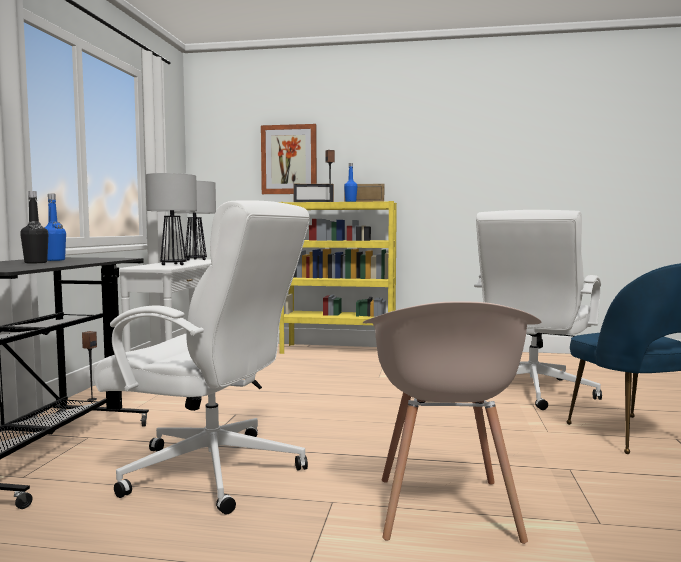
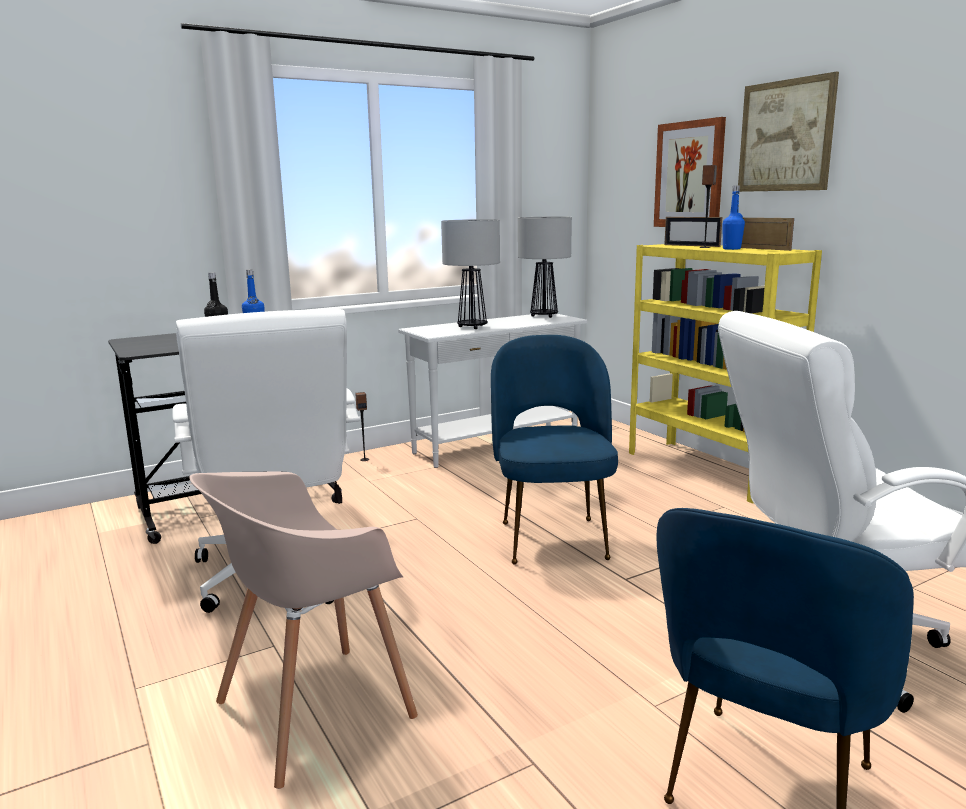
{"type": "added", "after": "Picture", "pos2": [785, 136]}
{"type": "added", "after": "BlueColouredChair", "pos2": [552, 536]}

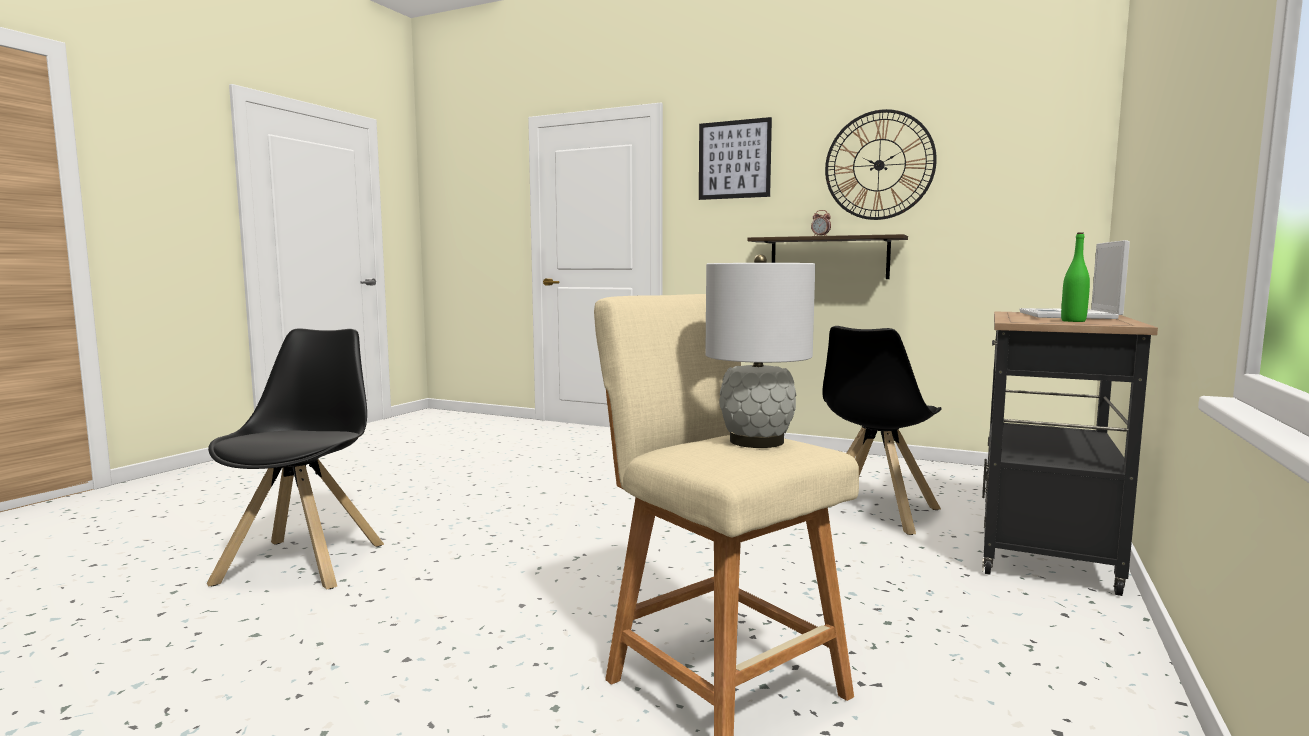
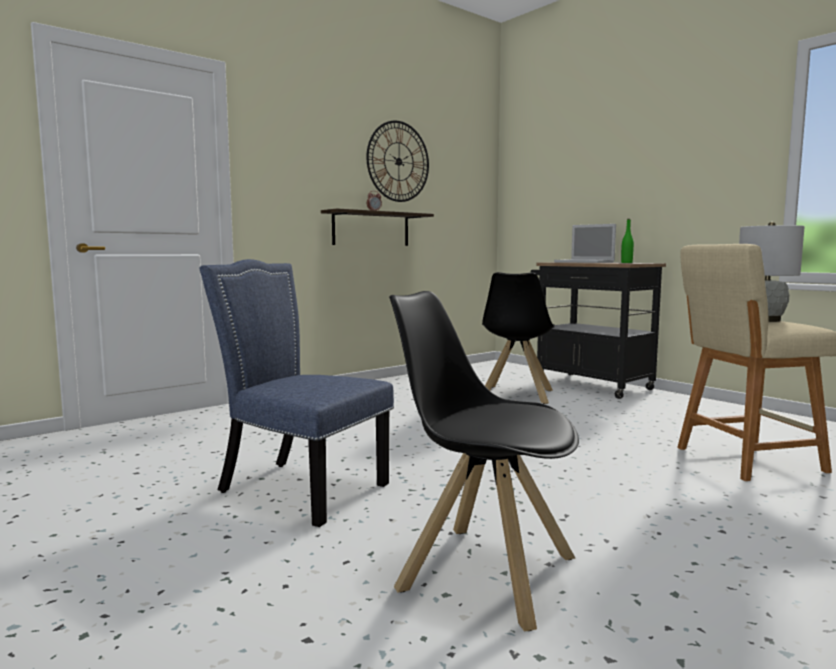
{"type": "removed", "before": "Picture", "pos1": [734, 159]}
{"type": "turned", "before": "BlackishChair", "pos1": [874, 512], "pos2": [516, 395], "turn": 45}
{"type": "added", "after": "BlueColouredChair", "pos2": [304, 490]}

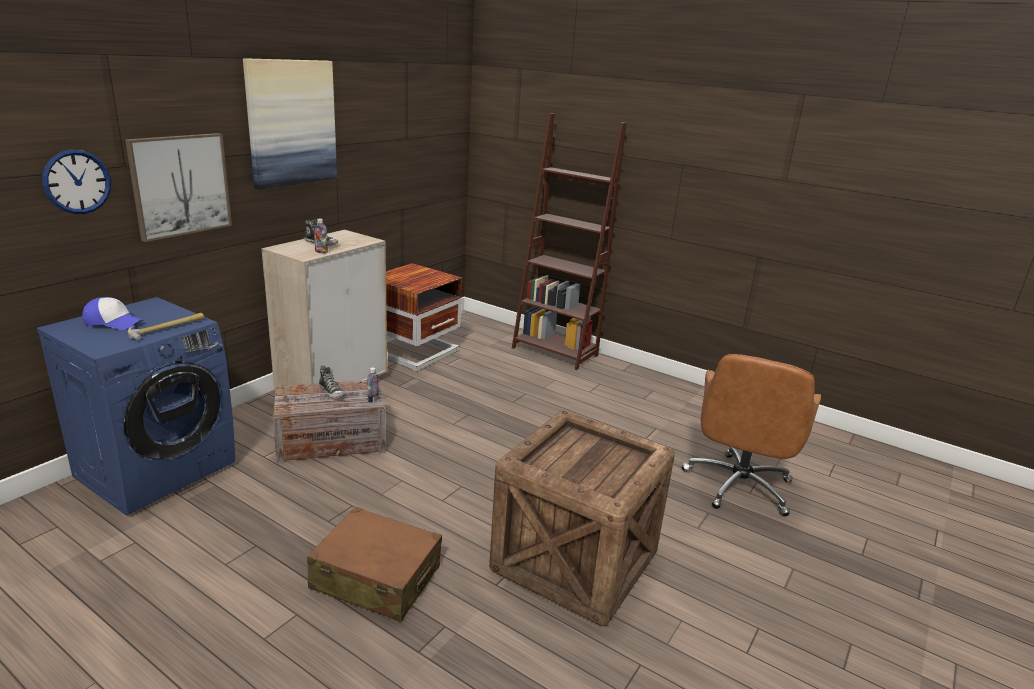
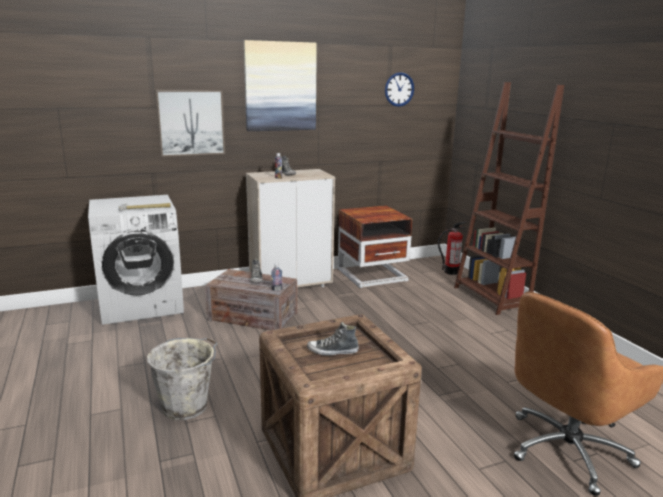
{"type": "moved", "before": "ClockOnTheWall", "pos1": [77, 182], "pos2": [399, 89]}
{"type": "recoloured", "before": "BlueColouredLaundryAppliance", "after": "WhiteColouredLaundryAppliance", "pos1": [157, 471], "pos2": [142, 307]}
{"type": "removed", "before": "BaseballCap", "pos1": [113, 322]}
{"type": "replaced", "before": "BrownPieceOfLuggage", "after": "GreyBucket", "pos1": [376, 578], "pos2": [187, 406]}
{"type": "added", "after": "FireFightingCylinder", "pos2": [451, 272]}
{"type": "added", "after": "LowShoe", "pos2": [332, 351]}

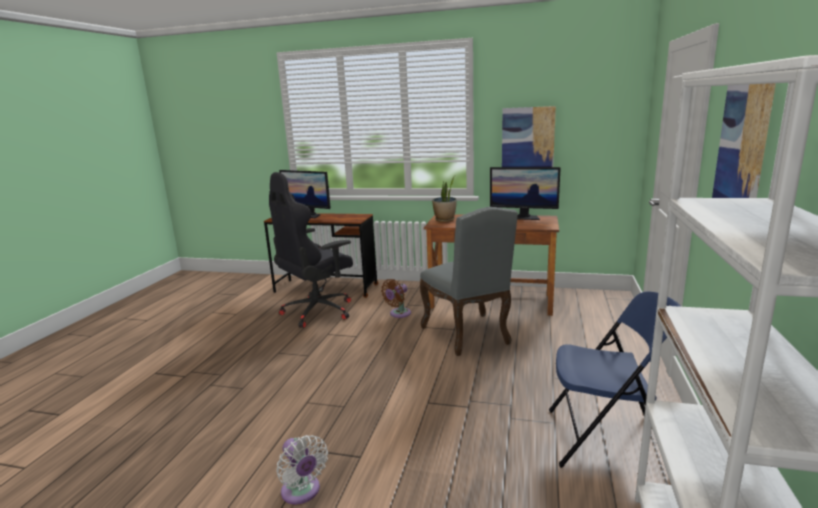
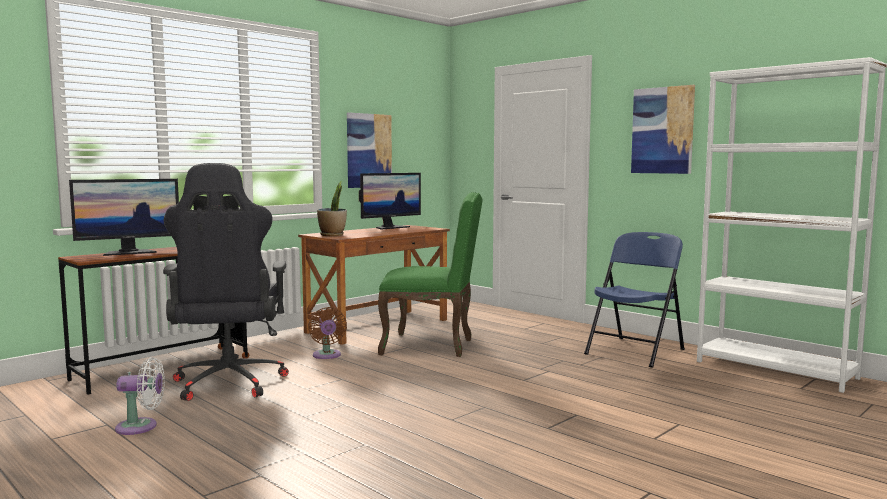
{"type": "recoloured", "before": "GreyChair", "after": "GreenChair", "pos1": [468, 335], "pos2": [430, 346]}
{"type": "moved", "before": "WhiteColouredCoolingFan", "pos1": [302, 492], "pos2": [141, 427]}

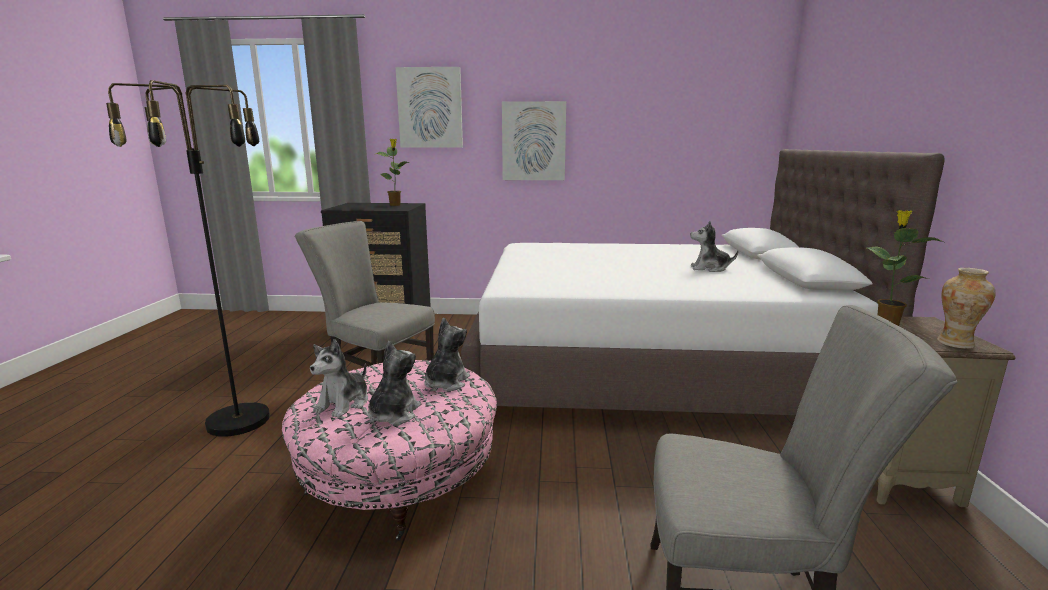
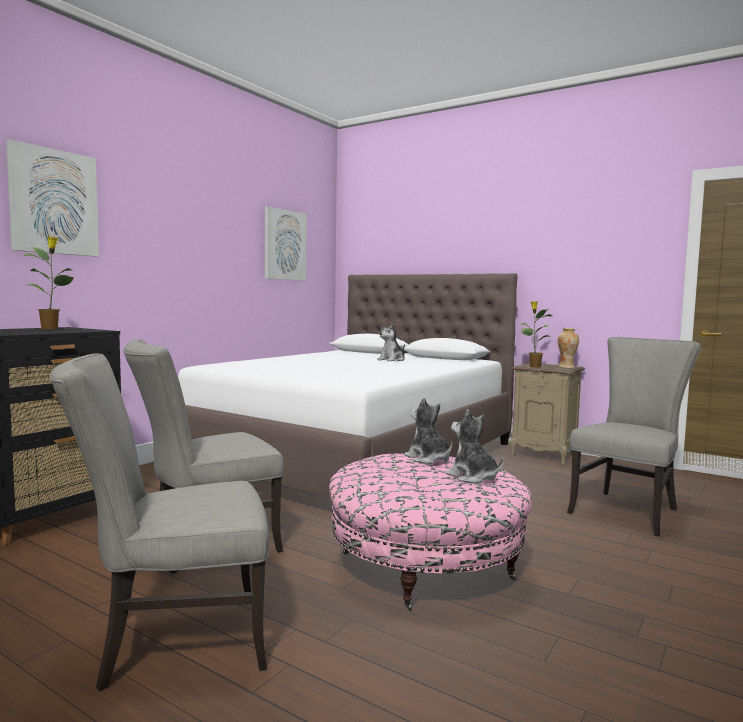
{"type": "replaced", "before": "StandardLamp", "after": "GreyChair", "pos1": [237, 422], "pos2": [171, 641]}
{"type": "moved", "before": "Picture", "pos1": [533, 141], "pos2": [284, 245]}
{"type": "removed", "before": "SoftToy", "pos1": [344, 404]}

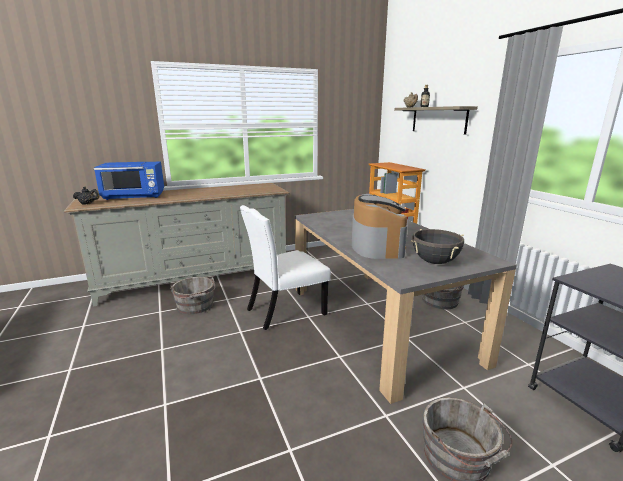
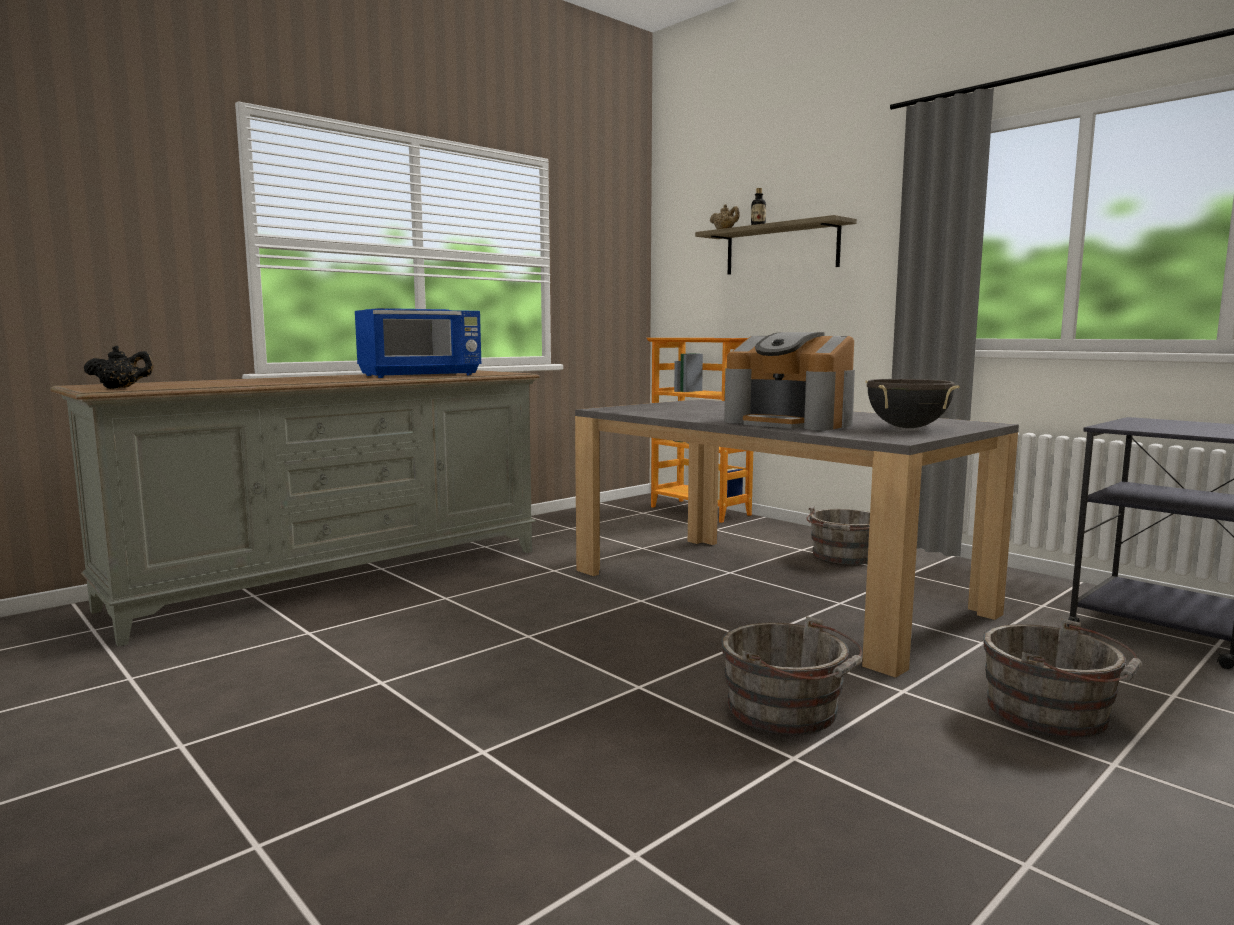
{"type": "moved", "before": "BlueColouredMicrowaveOven", "pos1": [135, 196], "pos2": [421, 375]}
{"type": "turned", "before": "CoffeeBrewer", "pos1": [377, 246], "pos2": [790, 423], "turn": 150}
{"type": "removed", "before": "WhiteColouredChair", "pos1": [287, 310]}
{"type": "moved", "before": "GreyBucket", "pos1": [195, 306], "pos2": [788, 711]}

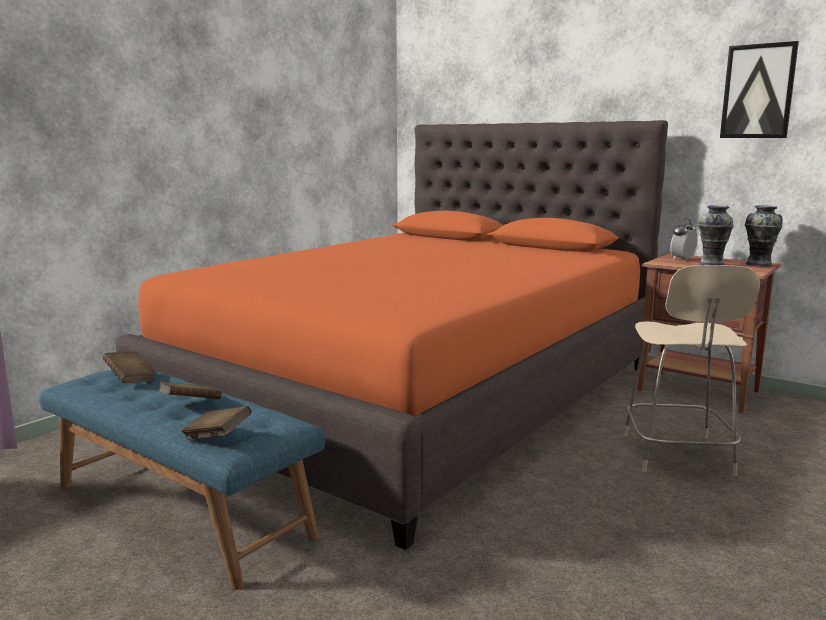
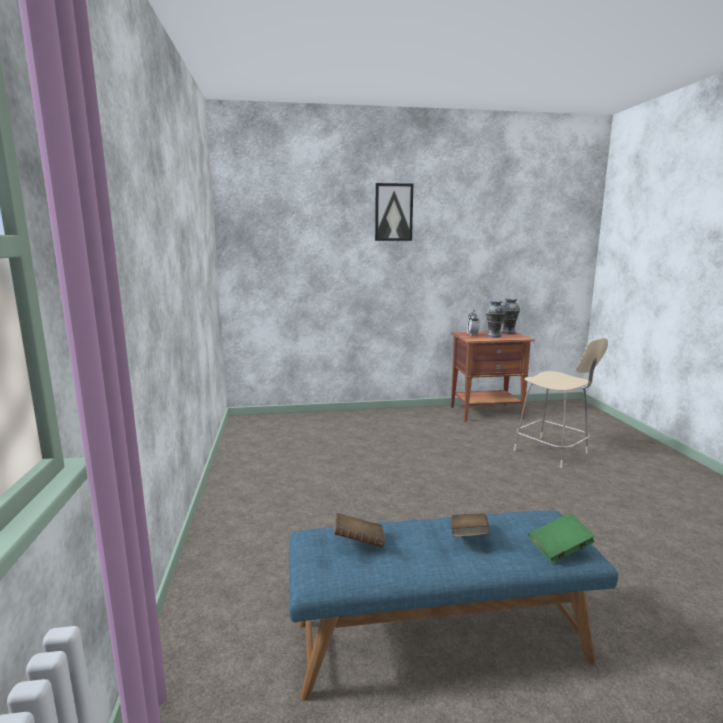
{"type": "moved", "before": "Picture", "pos1": [758, 91], "pos2": [393, 212]}
{"type": "removed", "before": "OrangeyBed", "pos1": [419, 396]}
{"type": "recoloured", "before": "BrownVolume", "after": "GreenVolume", "pos1": [217, 438], "pos2": [560, 549]}

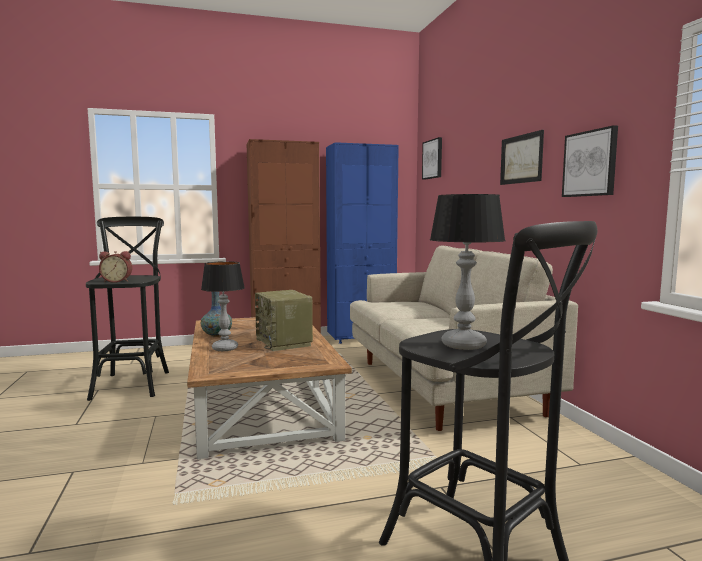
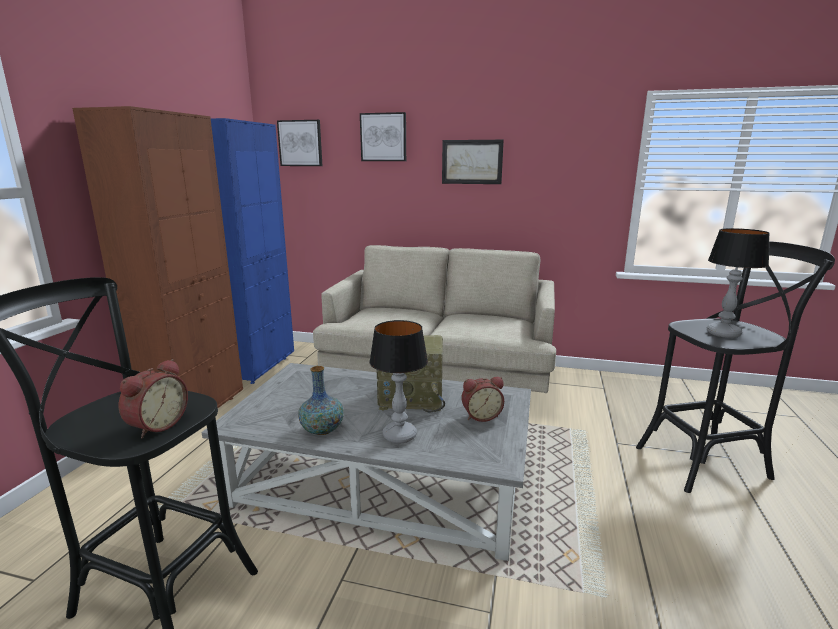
{"type": "moved", "before": "Picture", "pos1": [590, 163], "pos2": [383, 137]}
{"type": "recoloured", "before": "BrownLoungeTable", "after": "GreyLoungeTable", "pos1": [262, 403], "pos2": [384, 479]}
{"type": "added", "after": "TableClock", "pos2": [481, 416]}

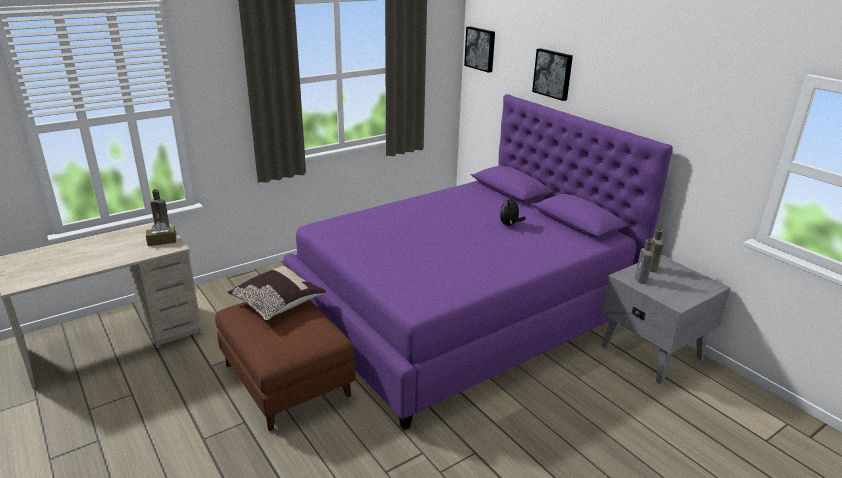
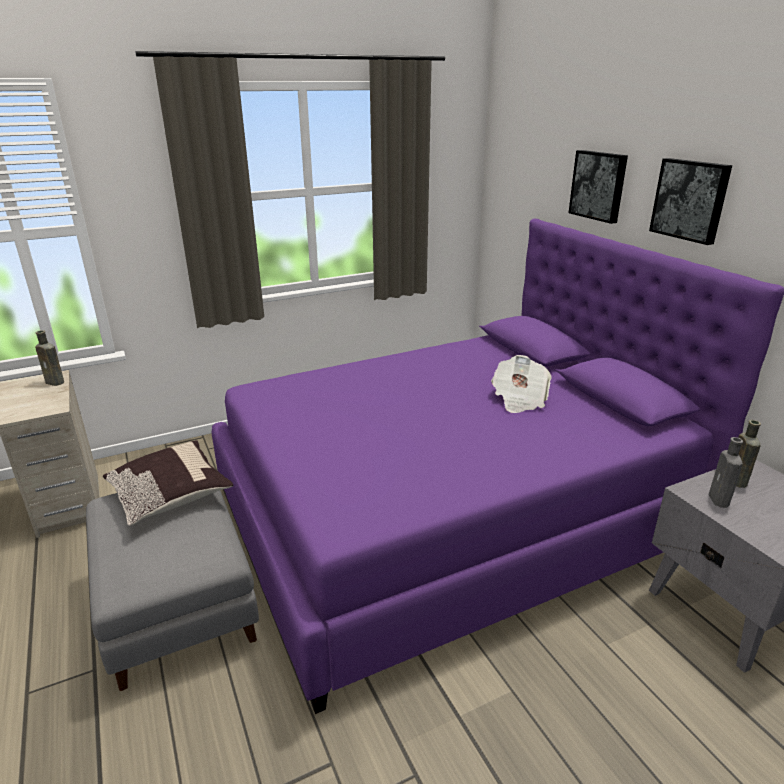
{"type": "moved", "before": "Picture", "pos1": [481, 49], "pos2": [690, 200]}
{"type": "replaced", "before": "SoftToy", "after": "DailyPaper", "pos1": [509, 225], "pos2": [519, 399]}
{"type": "removed", "before": "BrownBoxOfTissues", "pos1": [162, 241]}
{"type": "recoloured", "before": "BrownOttoman", "after": "GreyOttoman", "pos1": [288, 381], "pos2": [179, 606]}

